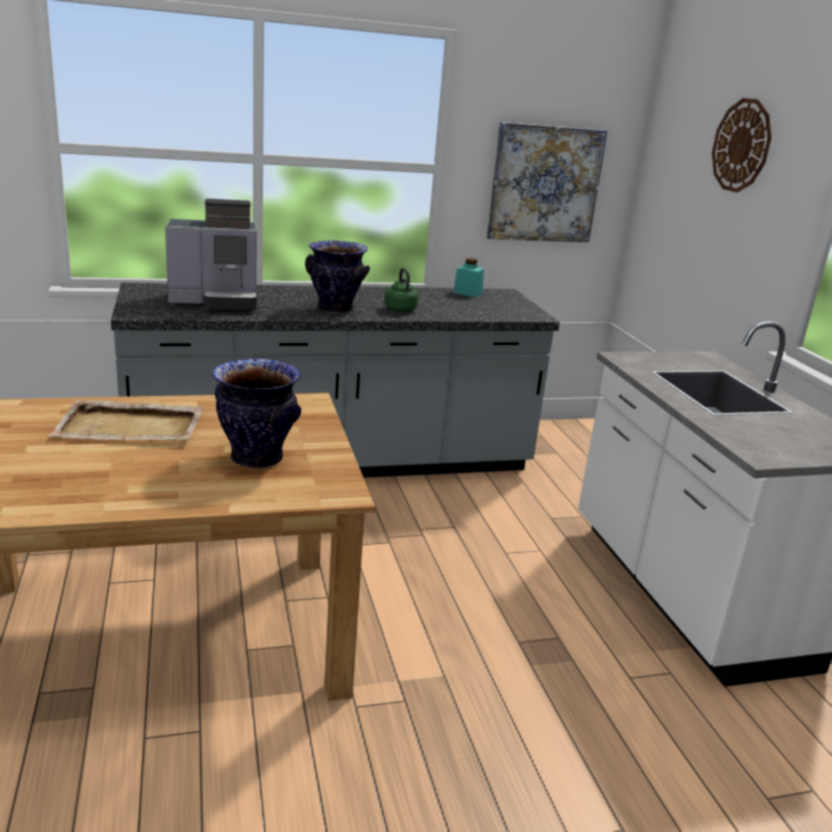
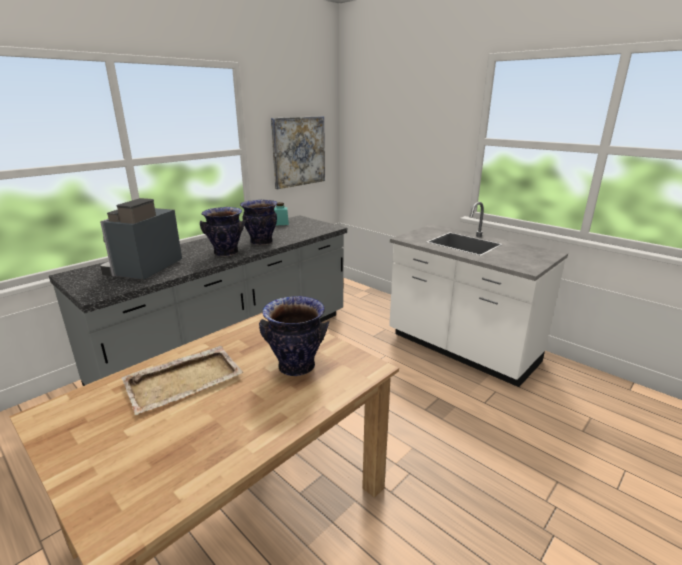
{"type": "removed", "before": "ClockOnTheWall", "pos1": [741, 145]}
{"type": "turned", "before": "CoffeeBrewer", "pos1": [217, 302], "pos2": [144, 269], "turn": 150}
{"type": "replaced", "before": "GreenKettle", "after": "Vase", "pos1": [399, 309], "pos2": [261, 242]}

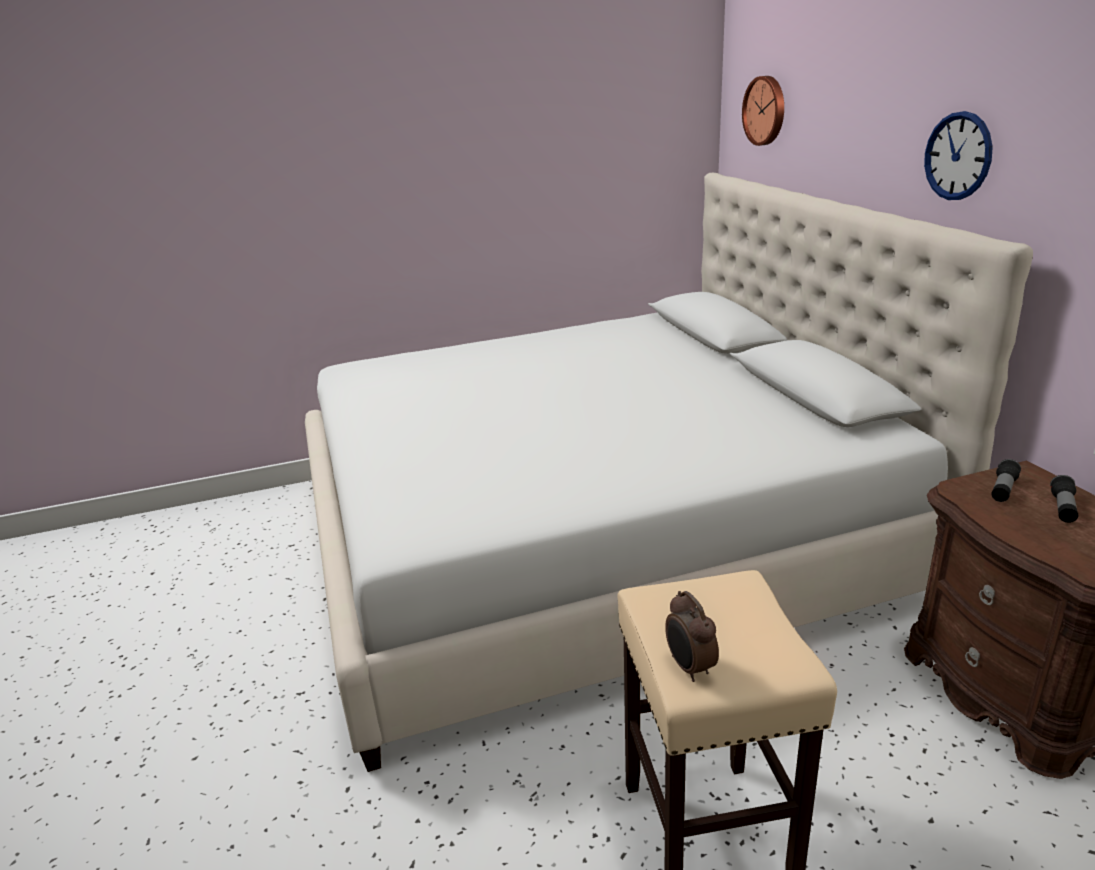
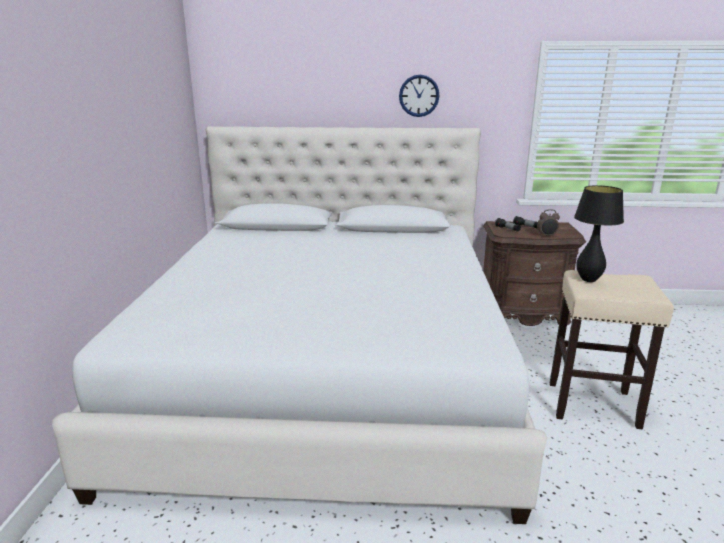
{"type": "removed", "before": "ClockOnTheWall", "pos1": [765, 110]}
{"type": "moved", "before": "TableClock", "pos1": [689, 668], "pos2": [546, 236]}
{"type": "added", "after": "BlackishTableLamp", "pos2": [588, 280]}

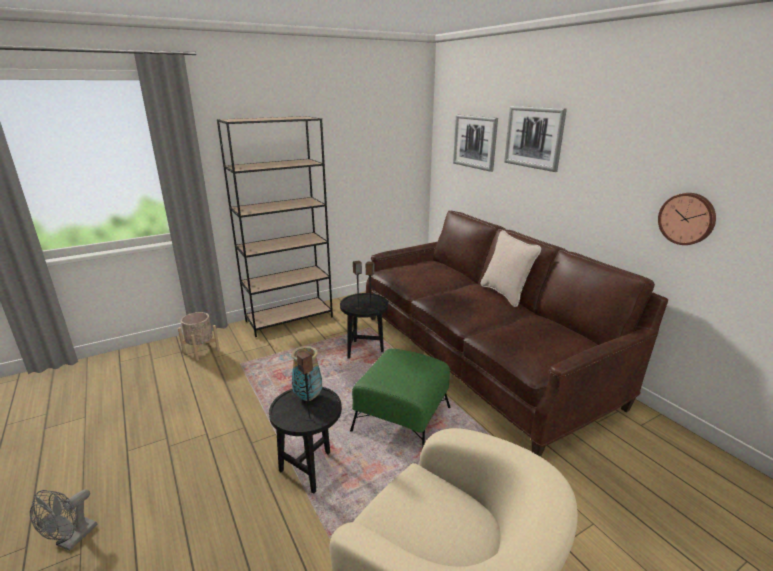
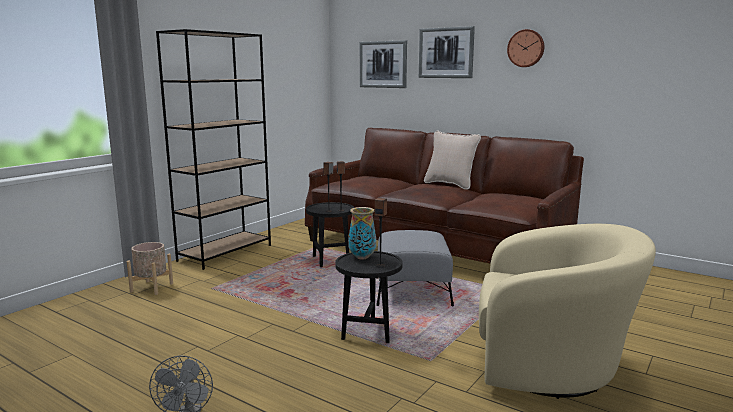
{"type": "moved", "before": "ClockOnTheWall", "pos1": [687, 218], "pos2": [526, 48]}
{"type": "recoloured", "before": "GreenOttoman", "after": "GreyOttoman", "pos1": [401, 419], "pos2": [412, 292]}

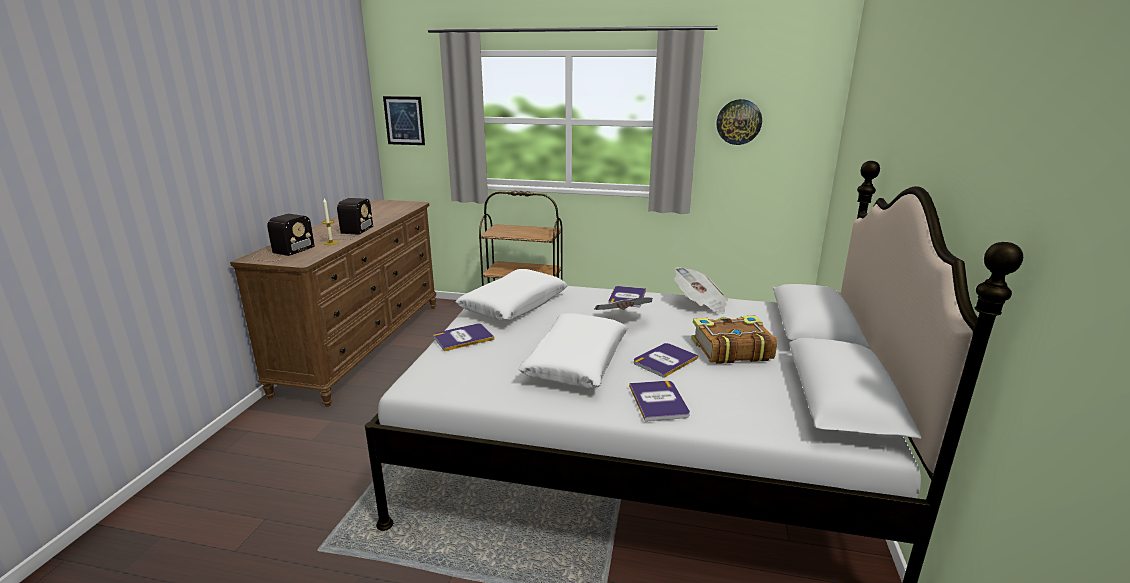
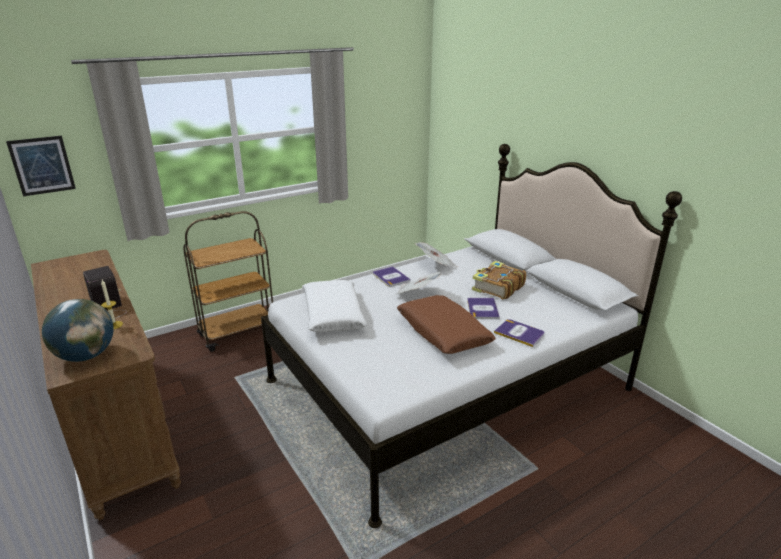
{"type": "removed", "before": "ClockOnTheWall", "pos1": [739, 122]}
{"type": "replaced", "before": "RadioReceiver", "after": "Globe", "pos1": [281, 253], "pos2": [85, 356]}
{"type": "recoloured", "before": "WhiteColouredCushion", "after": "BrownCushion", "pos1": [576, 361], "pos2": [443, 333]}
{"type": "removed", "before": "Volume", "pos1": [463, 338]}

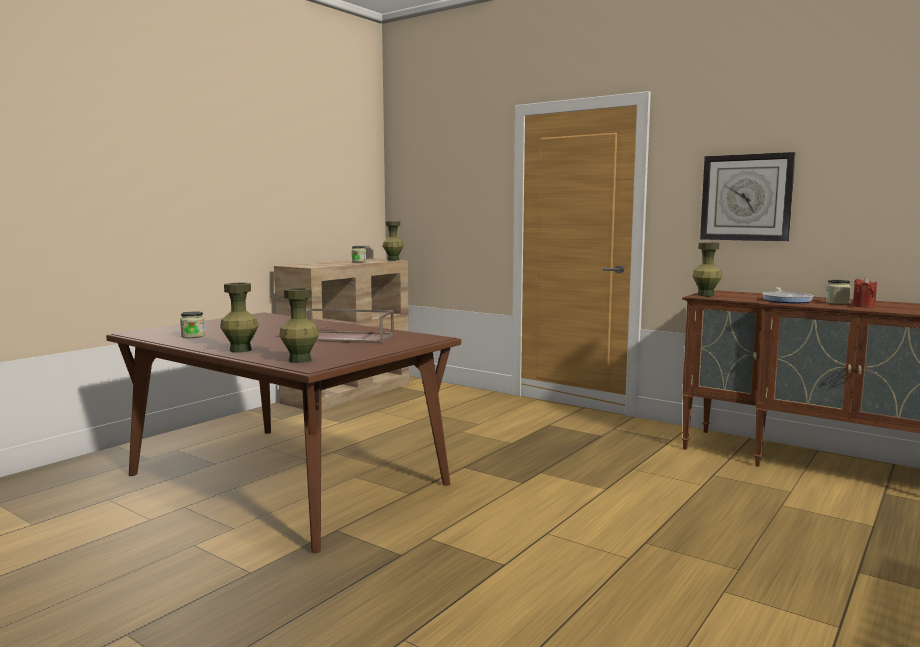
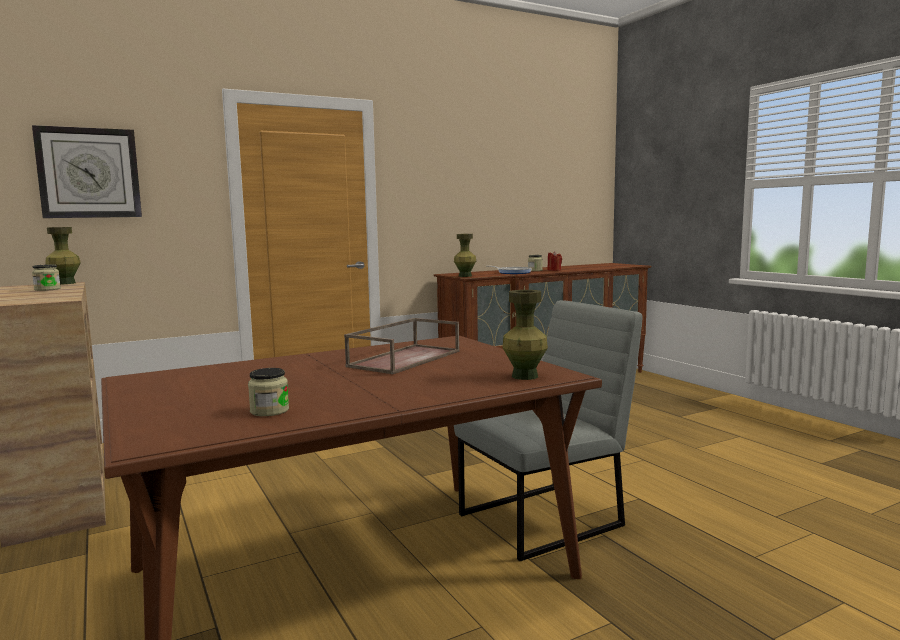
{"type": "moved", "before": "ClockOnTheWall", "pos1": [746, 197], "pos2": [89, 173]}
{"type": "removed", "before": "GreenVase", "pos1": [241, 350]}
{"type": "added", "after": "GreyChair", "pos2": [545, 519]}

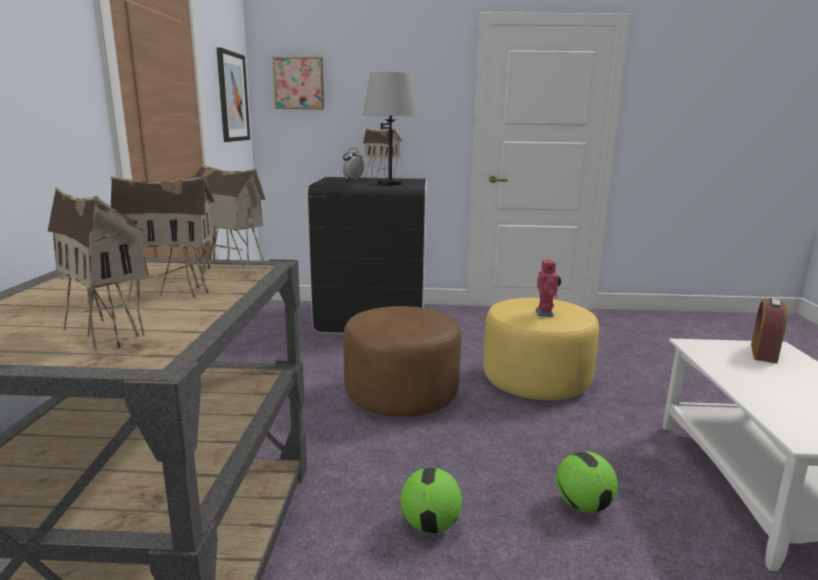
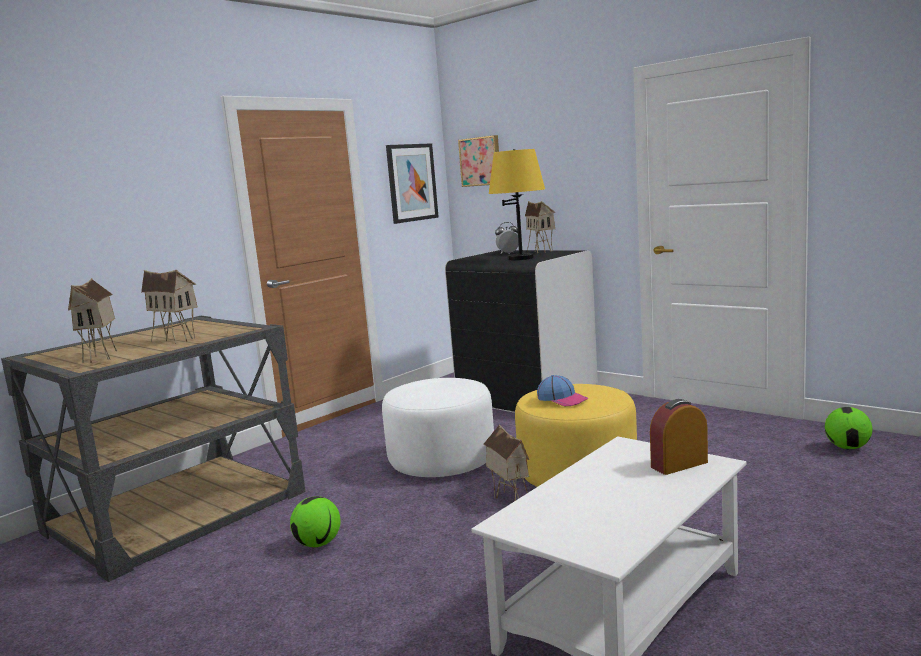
{"type": "recoloured", "before": "GreyTableLamp", "after": "YellowColouredTableLamp", "pos1": [390, 184], "pos2": [521, 258]}
{"type": "moved", "before": "MiniatureHouse", "pos1": [230, 268], "pos2": [509, 500]}
{"type": "replaced", "before": "ModelRobot", "after": "BaseballCap", "pos1": [546, 313], "pos2": [562, 399]}
{"type": "recoloured", "before": "BrownOttoman", "after": "WhiteColouredOttoman", "pos1": [401, 395], "pos2": [442, 461]}
{"type": "moved", "before": "BallForFootball", "pos1": [583, 506], "pos2": [847, 447]}

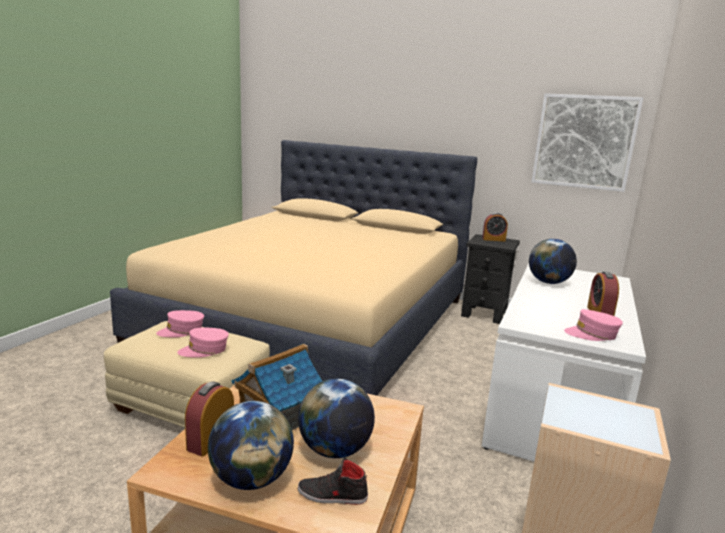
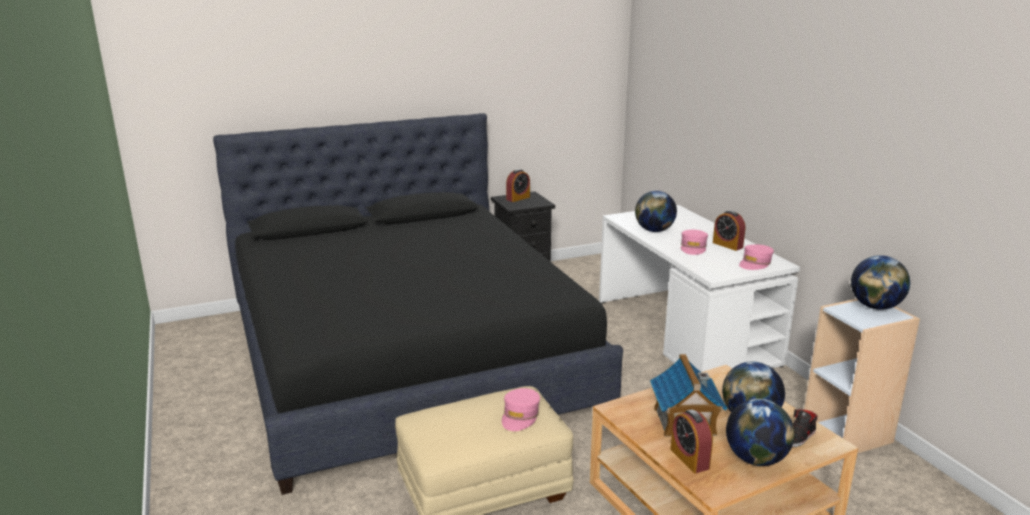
{"type": "removed", "before": "Picture", "pos1": [584, 142]}
{"type": "recoloured", "before": "BeigeColouredBed", "after": "BlackishBed", "pos1": [313, 321], "pos2": [406, 357]}
{"type": "moved", "before": "PinkColouredBaseballCap", "pos1": [181, 331], "pos2": [693, 248]}
{"type": "added", "after": "Globe", "pos2": [875, 307]}

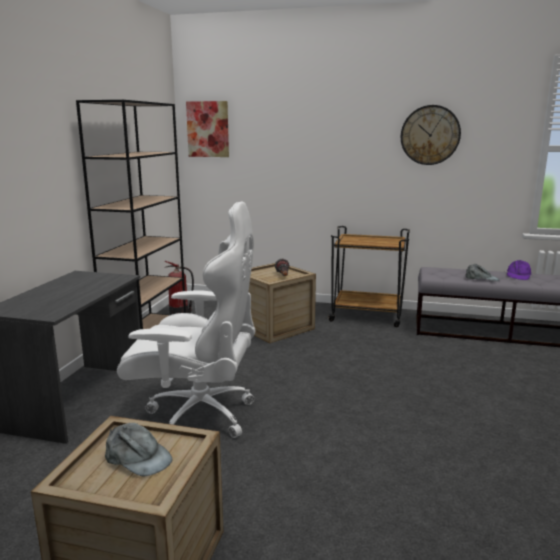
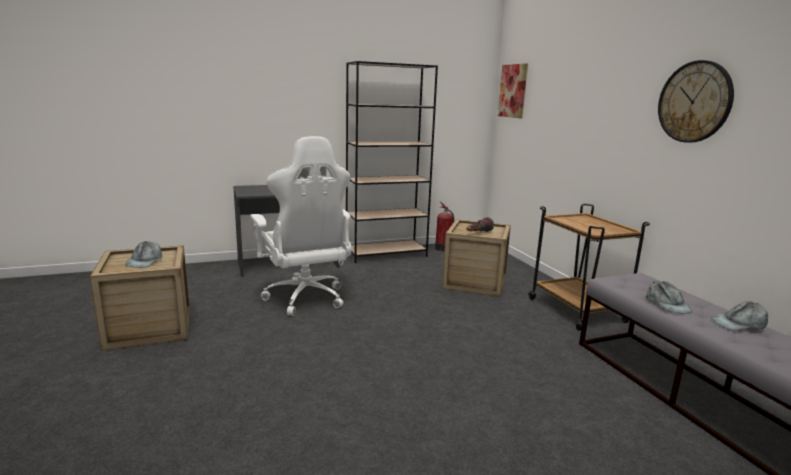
{"type": "recoloured", "before": "PurplishBaseballCap", "after": "GreyBaseballCap", "pos1": [518, 275], "pos2": [739, 323]}

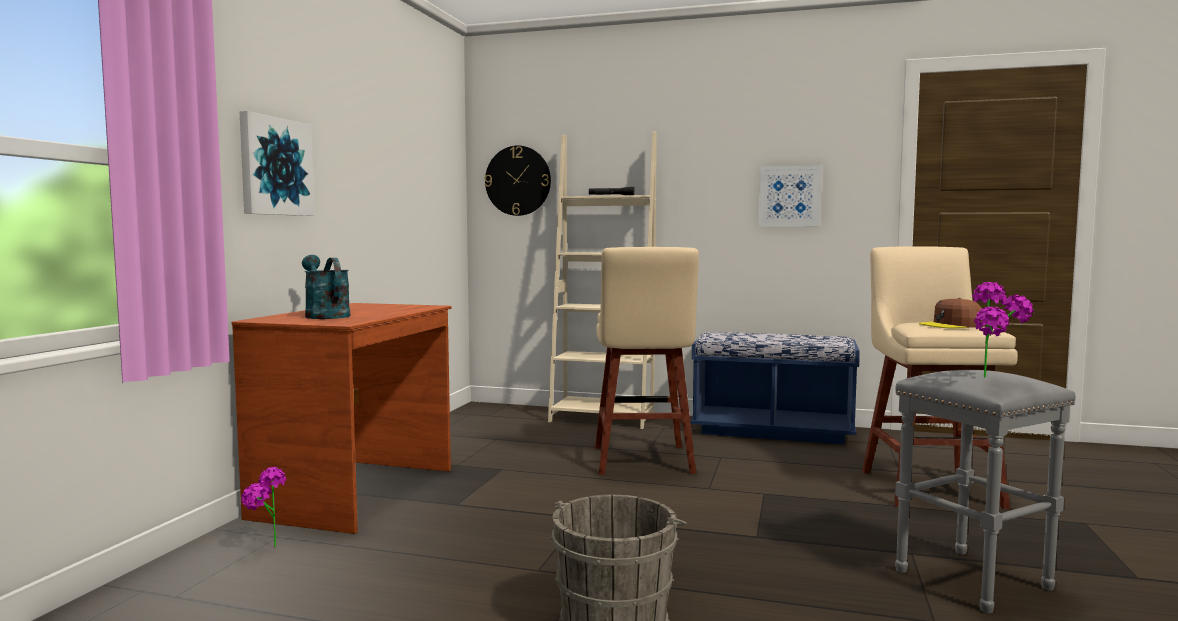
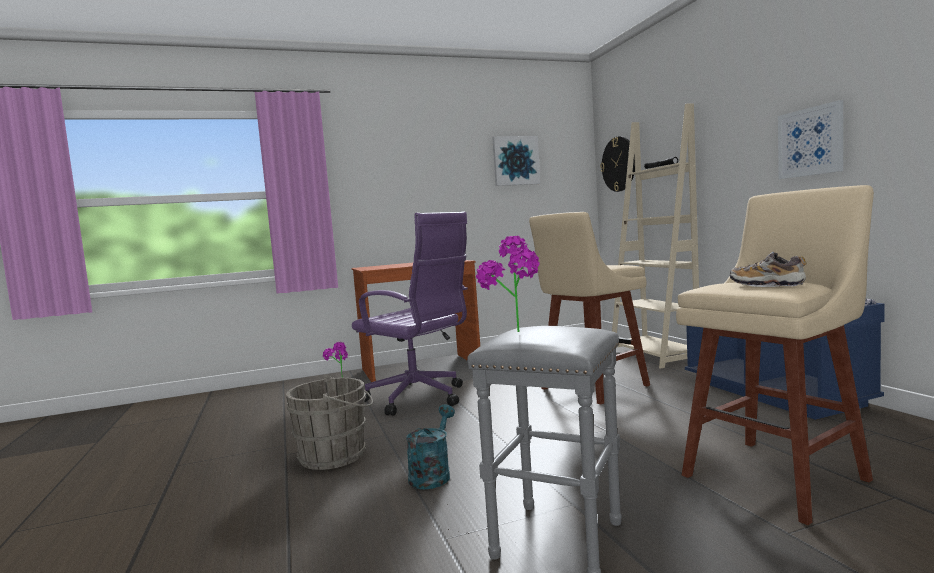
{"type": "moved", "before": "Picture", "pos1": [275, 167], "pos2": [515, 161]}
{"type": "moved", "before": "BlueGreenSprinklingCan", "pos1": [324, 315], "pos2": [432, 474]}
{"type": "replaced", "before": "BrownBaseballCap", "after": "LowShoe", "pos1": [952, 325], "pos2": [766, 285]}
{"type": "added", "after": "PurplishOfficeChair", "pos2": [419, 398]}

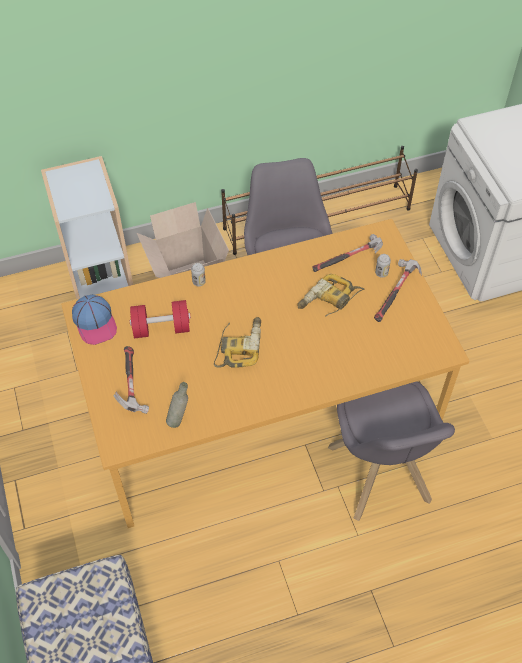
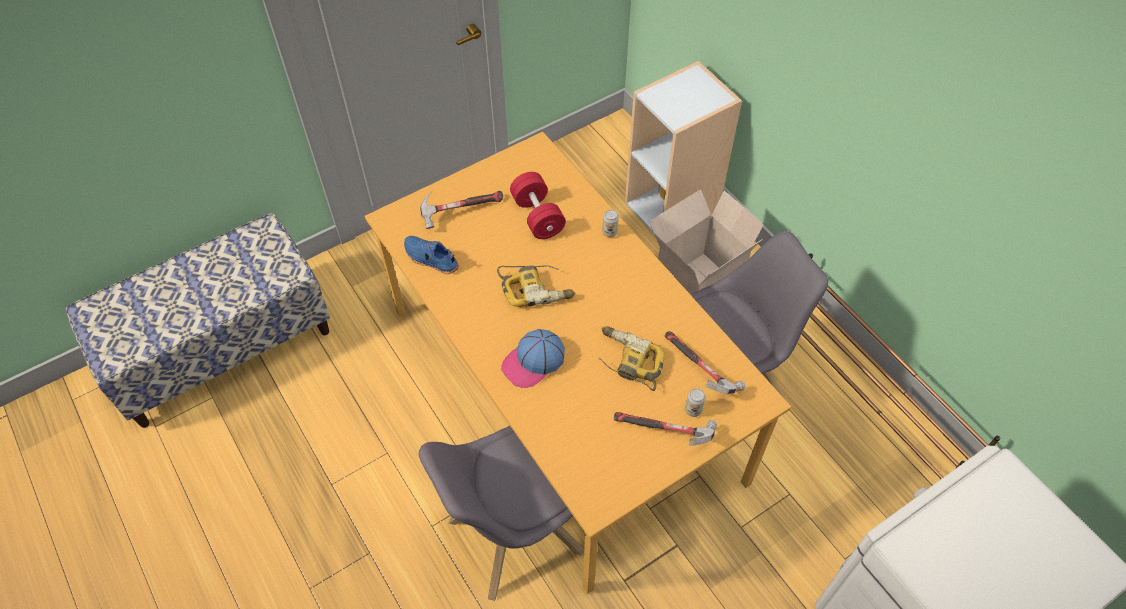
{"type": "moved", "before": "BaseballCap", "pos1": [95, 323], "pos2": [533, 362]}
{"type": "replaced", "before": "GreyBeverageBottle", "after": "BlueColouredLowShoe", "pos1": [179, 419], "pos2": [430, 259]}

